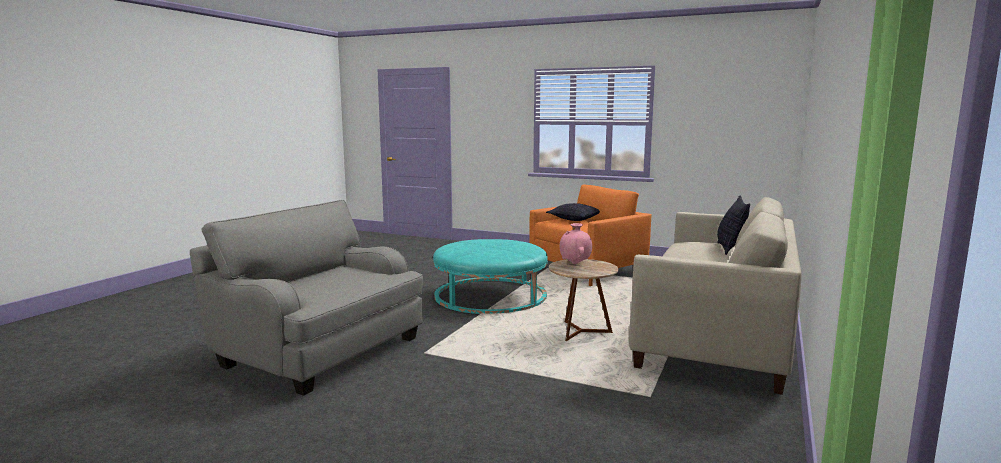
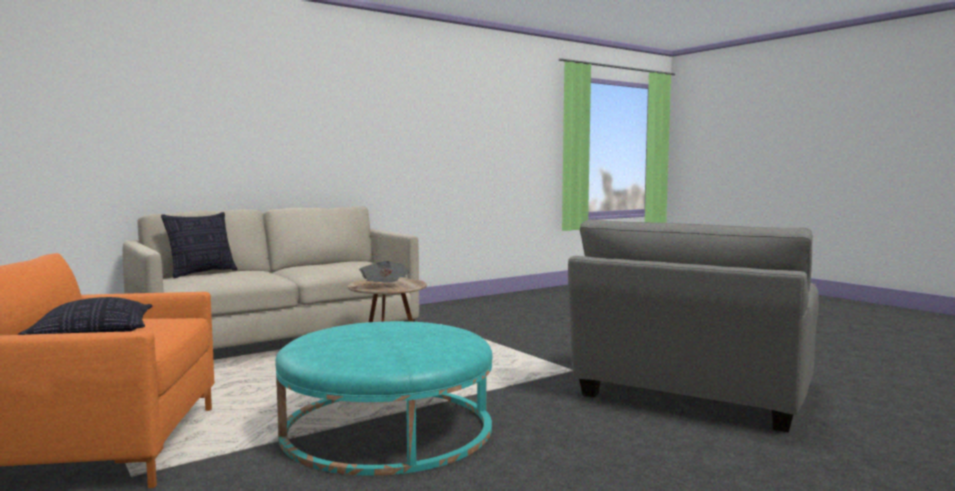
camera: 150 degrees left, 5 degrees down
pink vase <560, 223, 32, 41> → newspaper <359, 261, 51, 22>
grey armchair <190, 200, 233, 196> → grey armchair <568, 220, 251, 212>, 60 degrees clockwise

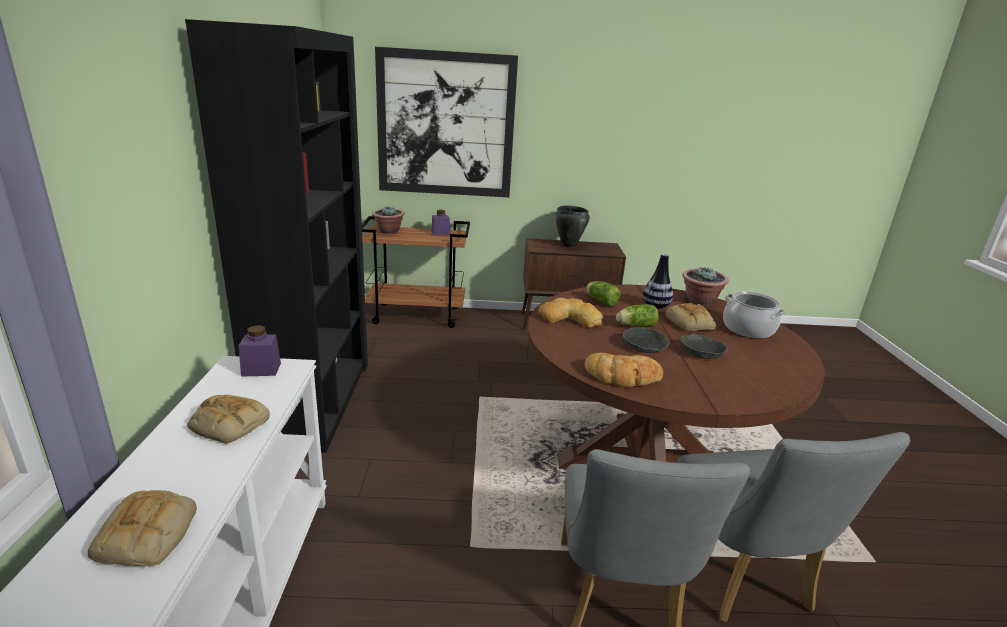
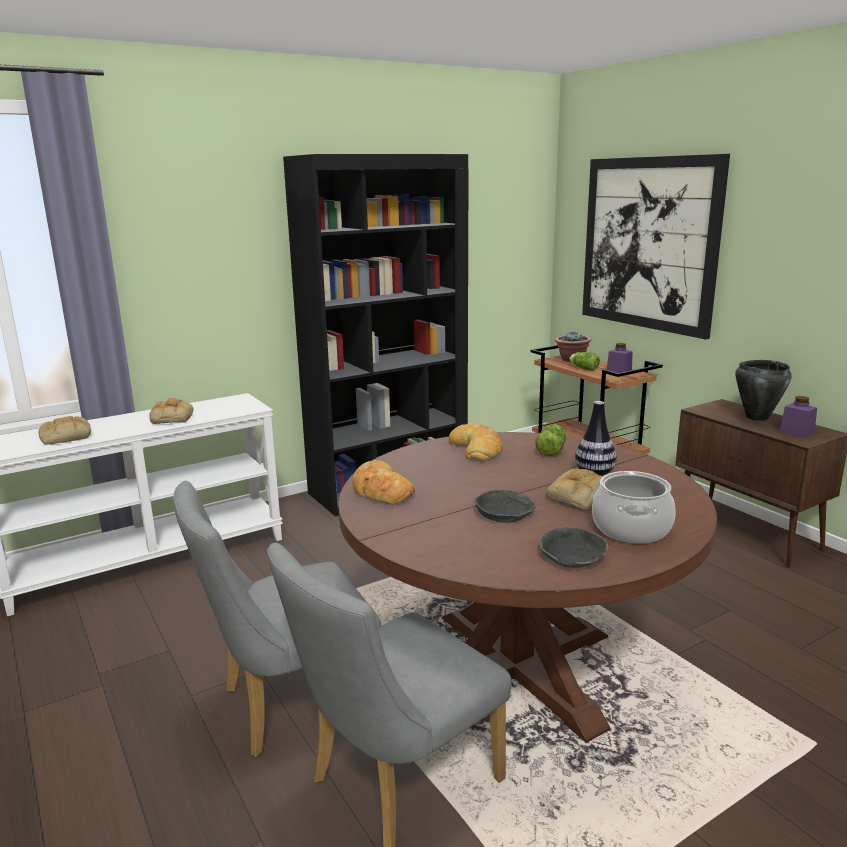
camera: 60 degrees right, 5 degrees down
houseplant <682, 267, 47, 39> → -
purplish storage jar <238, 325, 43, 52> → purplish storage jar <780, 396, 37, 41>, moved
head of lettuce <616, 304, 42, 23> → head of lettuce <570, 352, 30, 19>, moved
grey deep dish <623, 328, 47, 25> → grey deep dish <540, 527, 69, 41>, moved

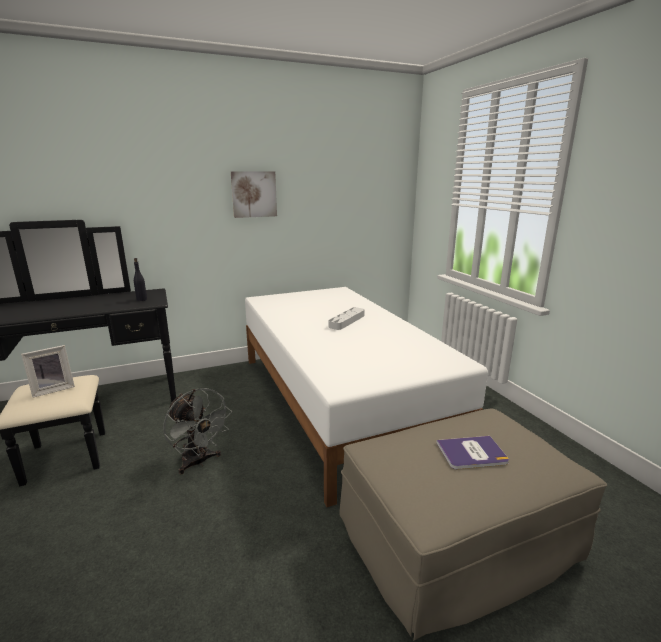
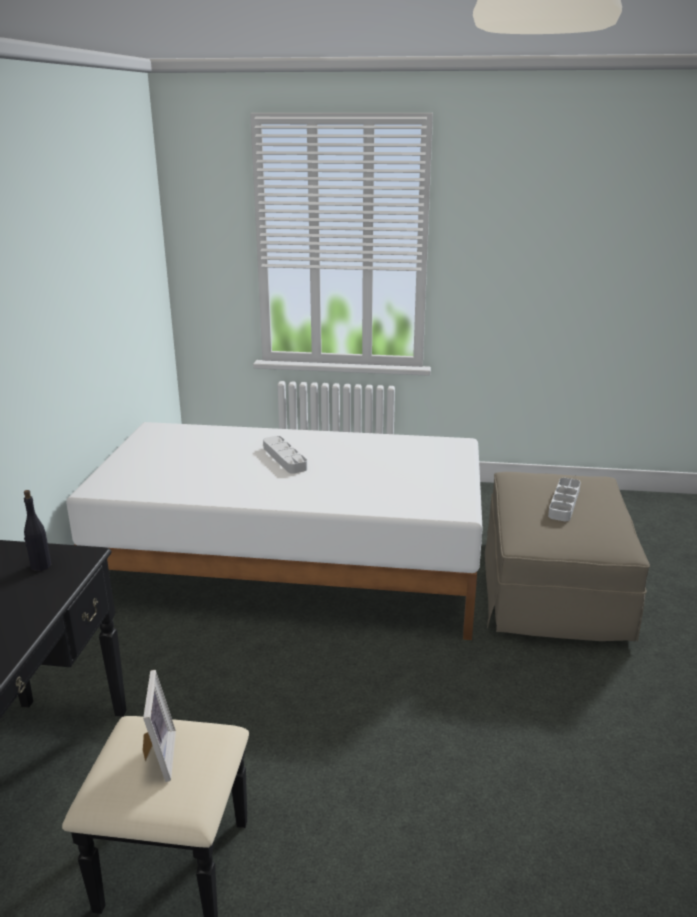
camera: 60 degrees left, 5 degrees up
grey cooling fan <163, 388, 69, 87> → -
wall art <231, 171, 46, 47> → -
bound book <436, 436, 73, 33> → grey carrying tray <548, 478, 33, 43>

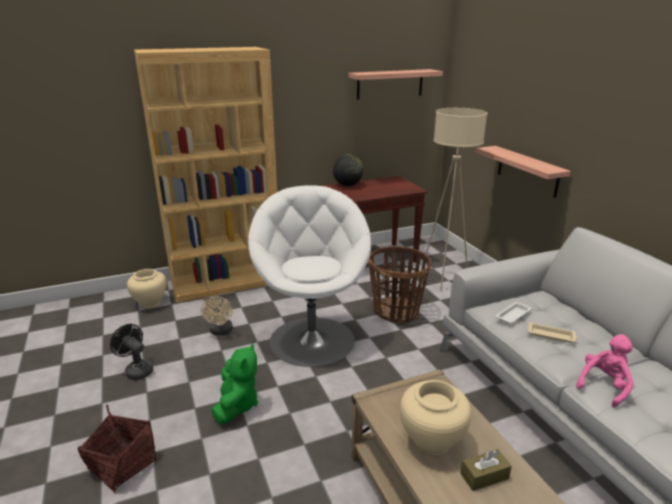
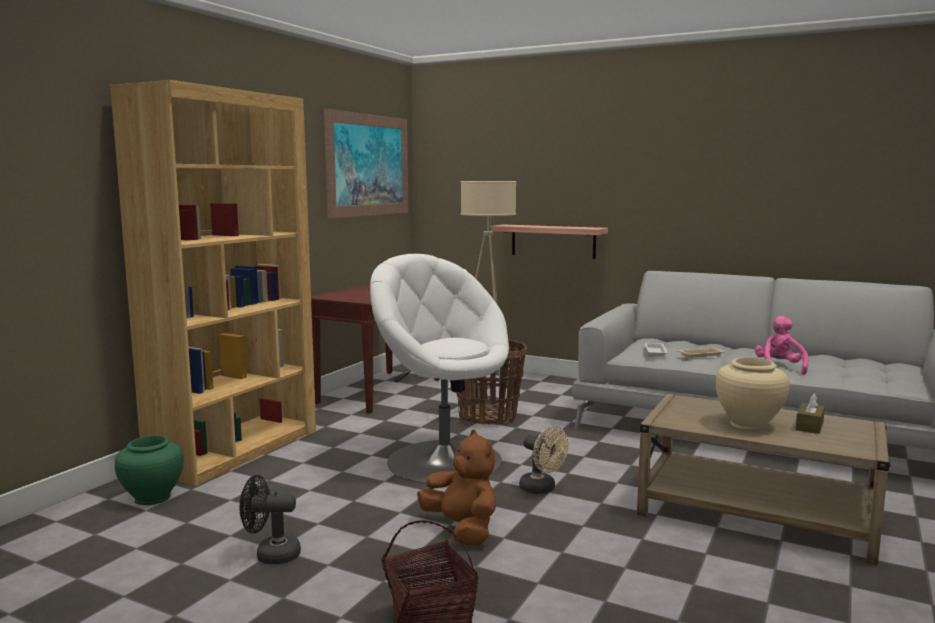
camera: 40 degrees left, 15 degrees down
globe <333, 154, 30, 32> → -
beige cooling fan <201, 296, 32, 39> → beige cooling fan <519, 426, 49, 68>, moved
shelf <348, 69, 95, 31> → wall art <324, 109, 85, 110>
beige vase <127, 269, 40, 39> → greenish vase <115, 436, 69, 69>
greenish soft toy <211, 343, 47, 81> → brownish soft toy <417, 430, 79, 116>

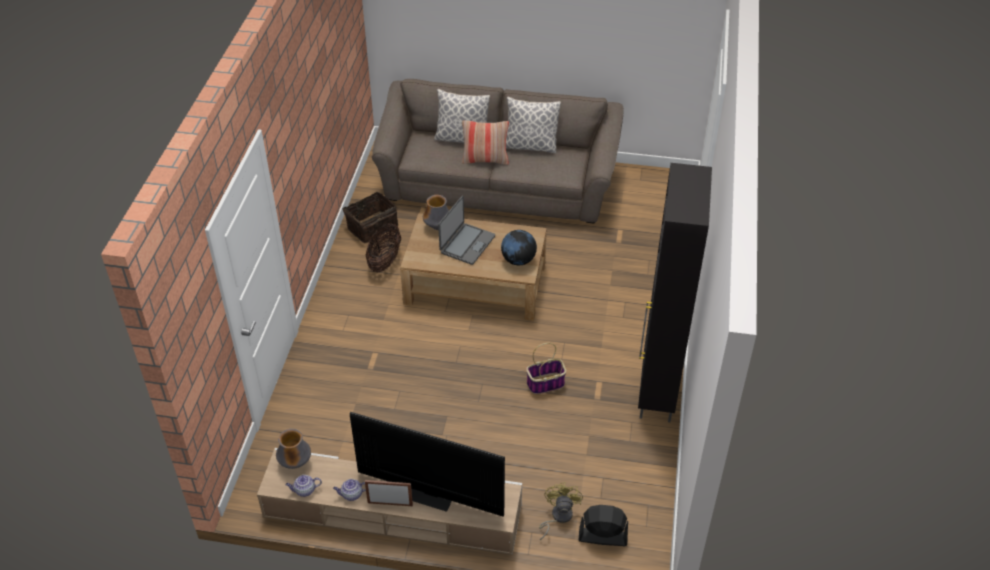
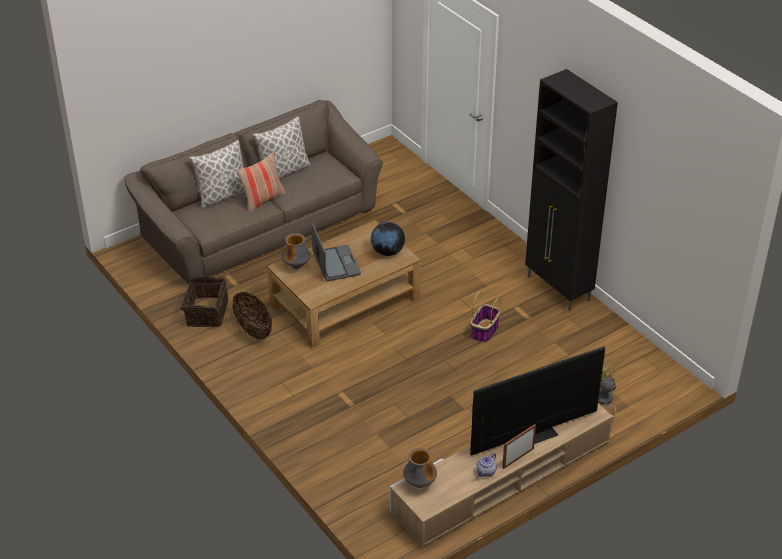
camera: 45 degrees left, 5 degrees down
pot for tea <286, 475, 36, 22> → -
blackish cooling fan <578, 505, 50, 41> → -

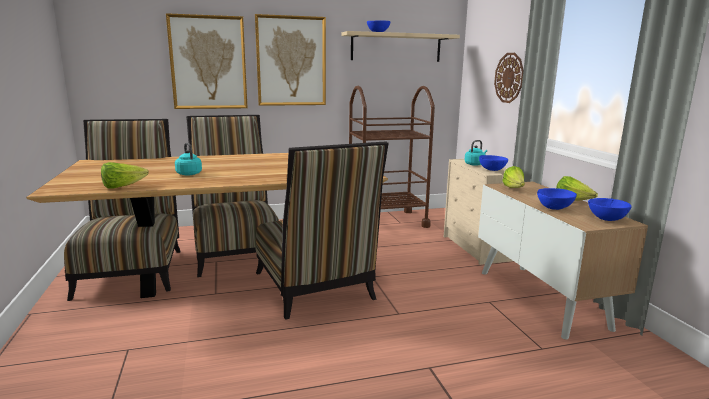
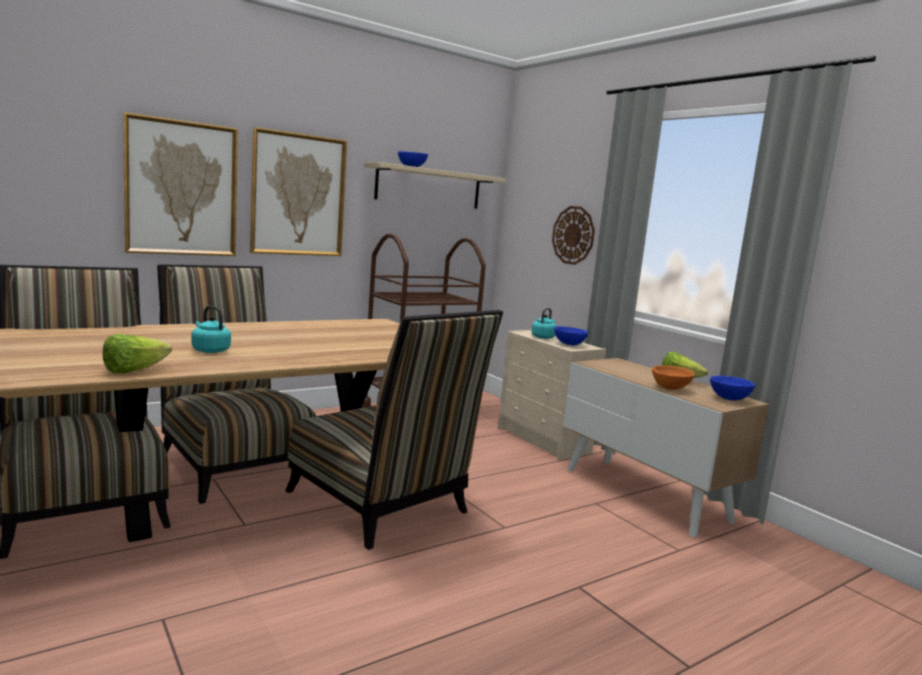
camera: 20 degrees left, 5 degrees down
head of lettuce <502, 166, 23, 22> → -
bluish deep dish <537, 188, 40, 22> → orange deep dish <652, 366, 43, 24>

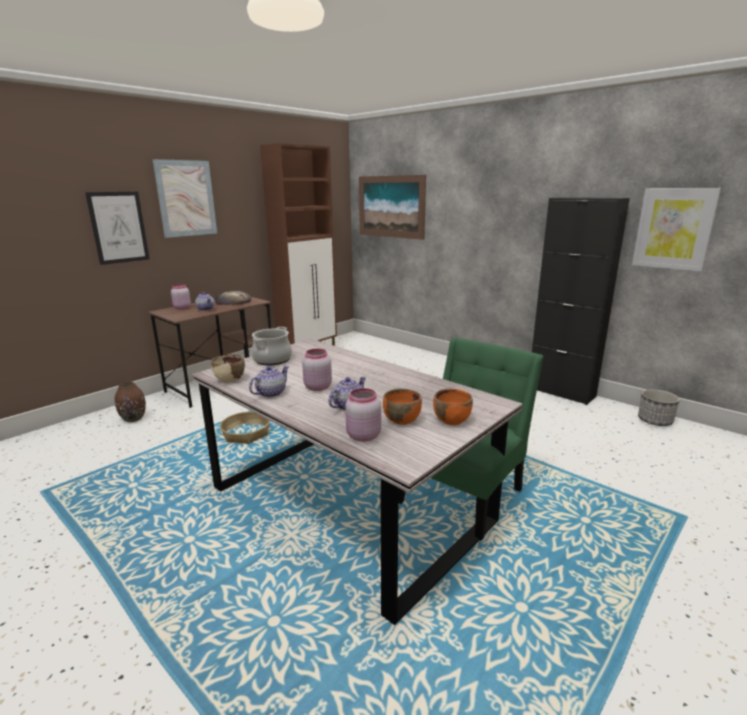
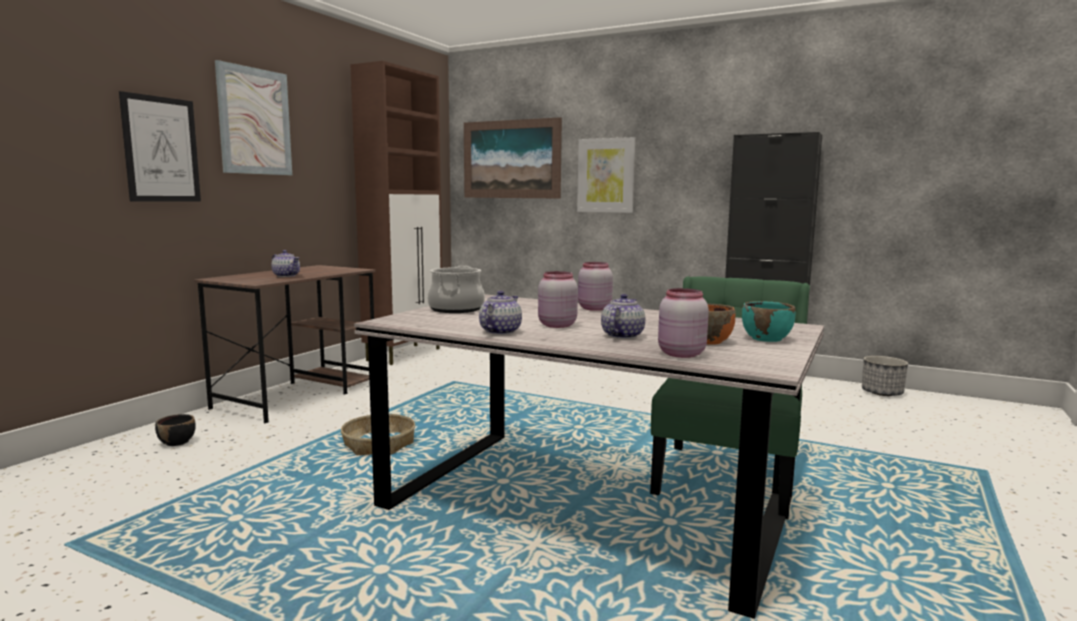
camera: 15 degrees left, 10 degrees down
beige deep dish <211, 354, 34, 29> → -
bakery bread <215, 291, 36, 14> → -
pink storage jar <171, 284, 20, 26> → pink storage jar <578, 262, 35, 49>, moved
wall art <632, 188, 89, 83> → wall art <577, 137, 58, 76>, moved
brownish vase <115, 382, 31, 40> → blackish deep dish <155, 414, 41, 32>
orange deep dish <433, 389, 40, 36> → blue-green deep dish <742, 301, 54, 41>

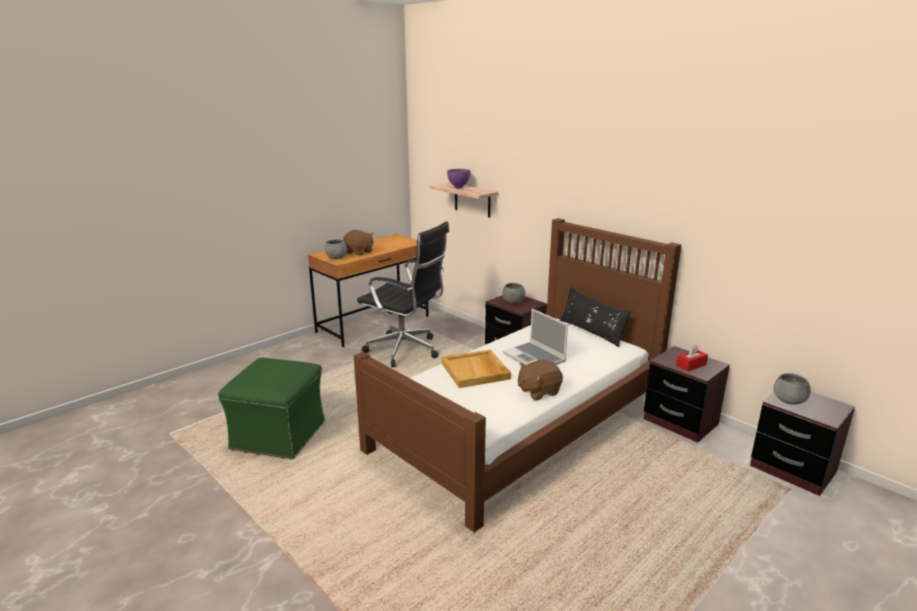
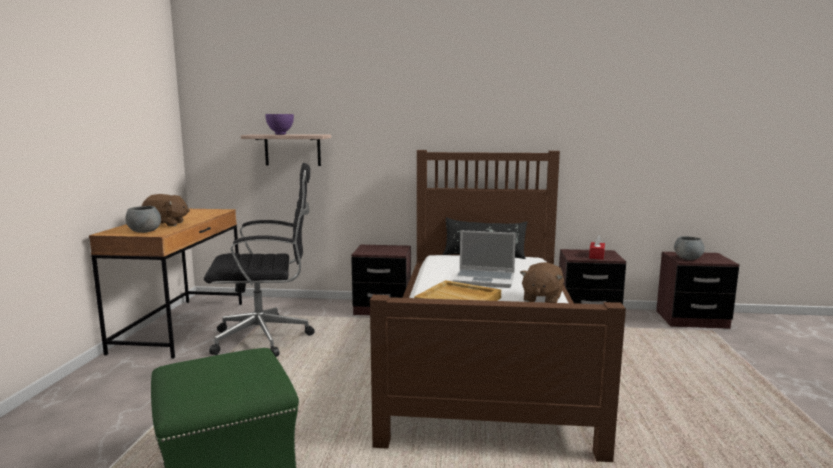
camera: 40 degrees left, 10 degrees down
grey deep dish <502, 283, 23, 21> → -

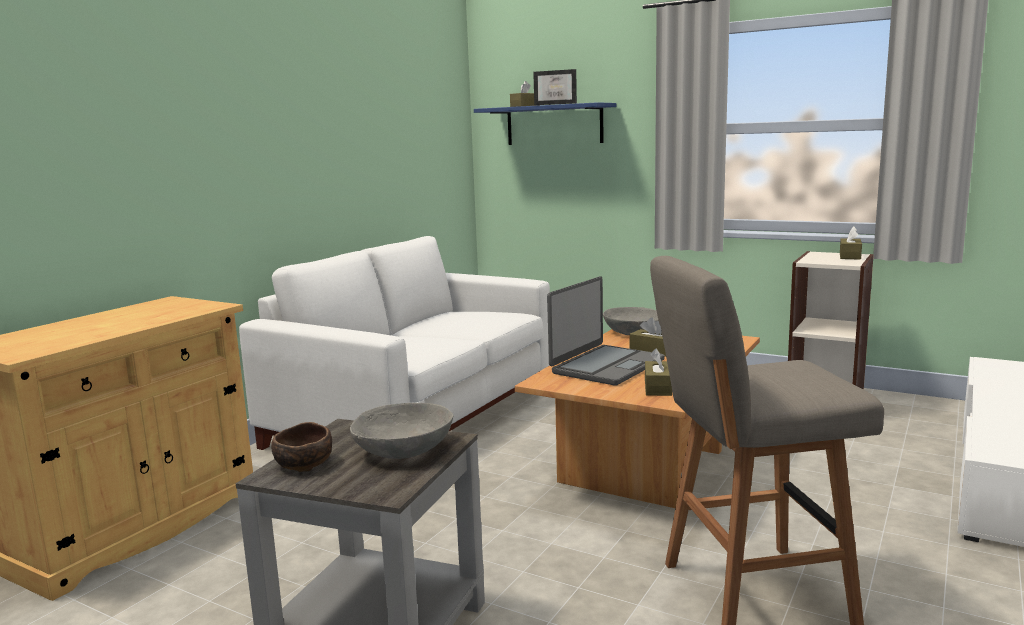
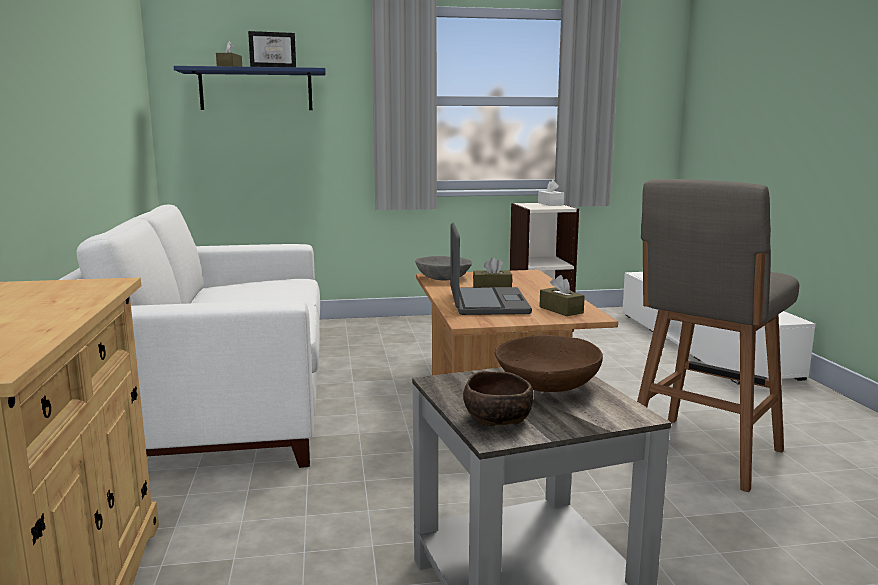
camera: 40 degrees left, 0 degrees up
grey deep dish <350, 403, 103, 56> → brownish deep dish <495, 335, 108, 57>
brownish box of tissues <840, 226, 22, 34> → whitish box of tissues <538, 180, 26, 26>

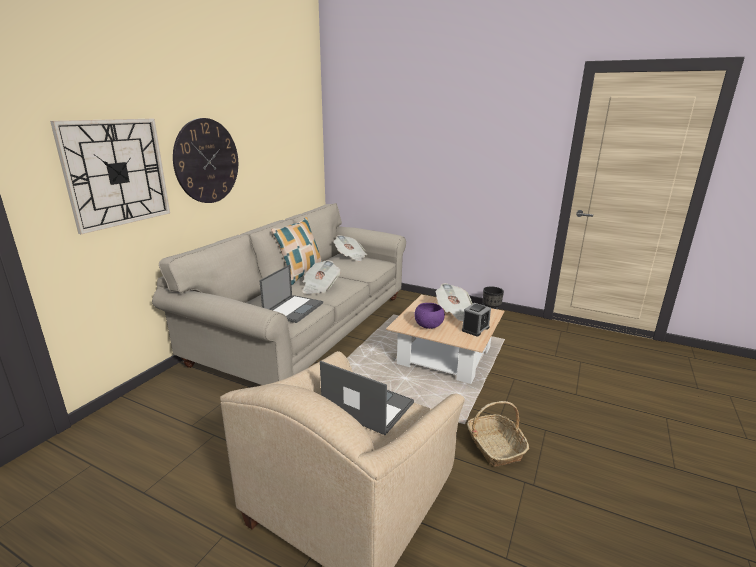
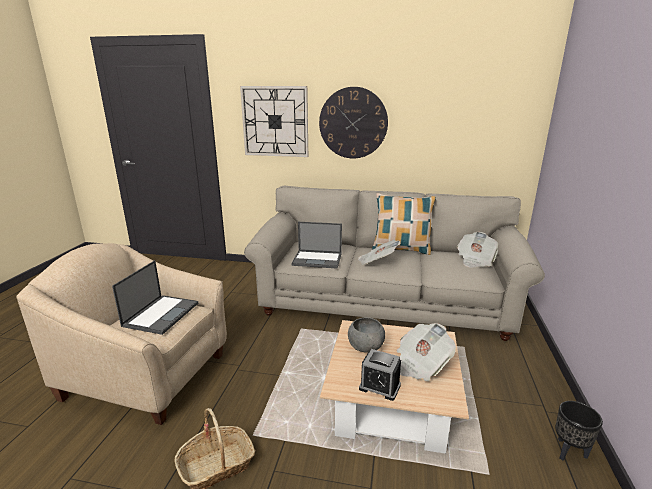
camera: 75 degrees right, 0 degrees up
purplish deep dish <415, 303, 30, 26> → grey deep dish <348, 317, 37, 36>

